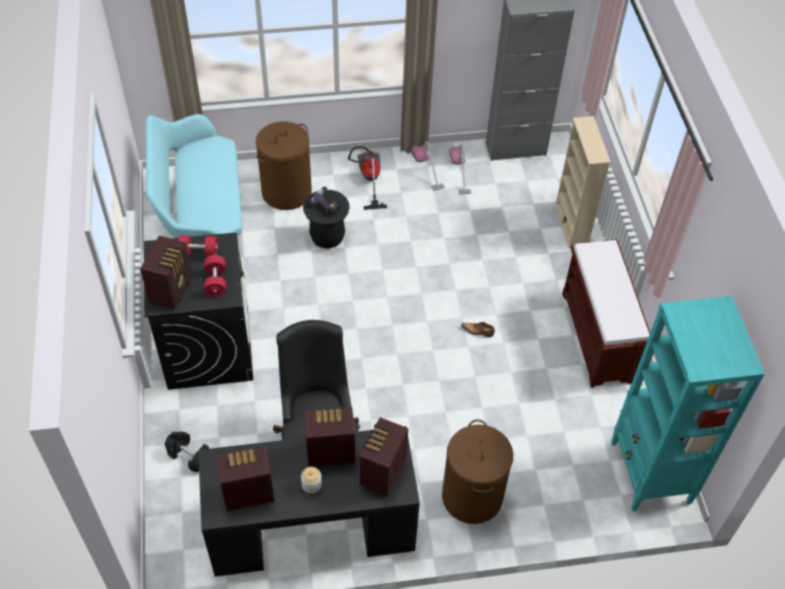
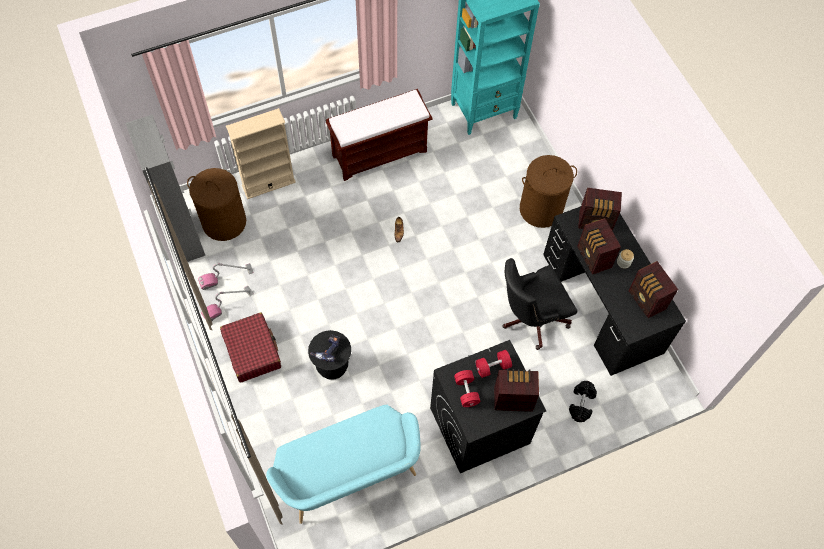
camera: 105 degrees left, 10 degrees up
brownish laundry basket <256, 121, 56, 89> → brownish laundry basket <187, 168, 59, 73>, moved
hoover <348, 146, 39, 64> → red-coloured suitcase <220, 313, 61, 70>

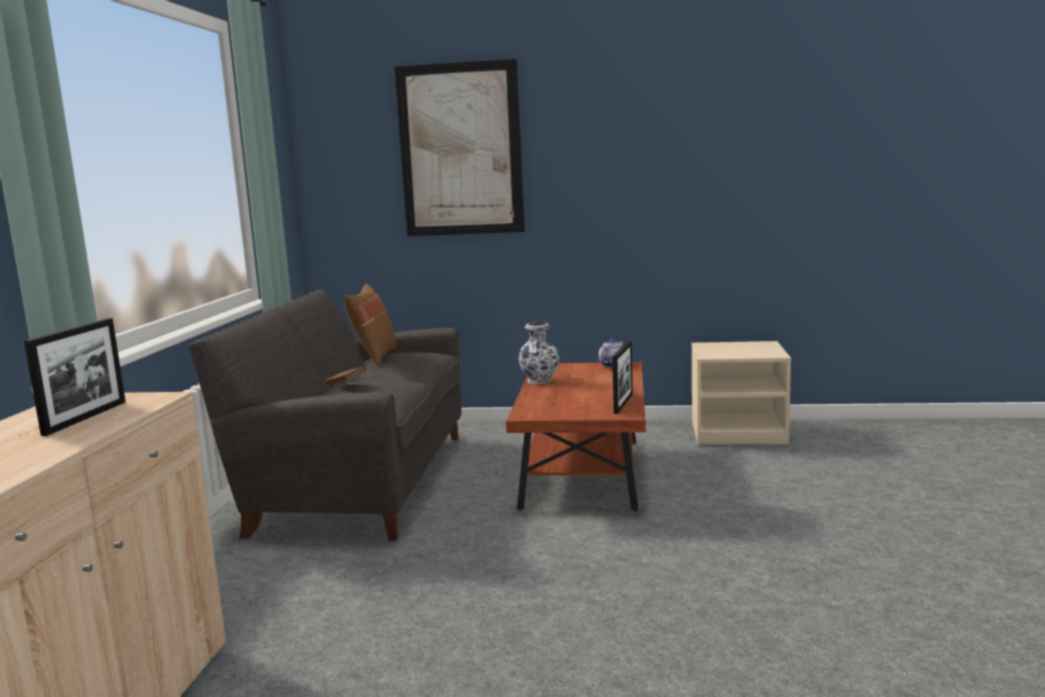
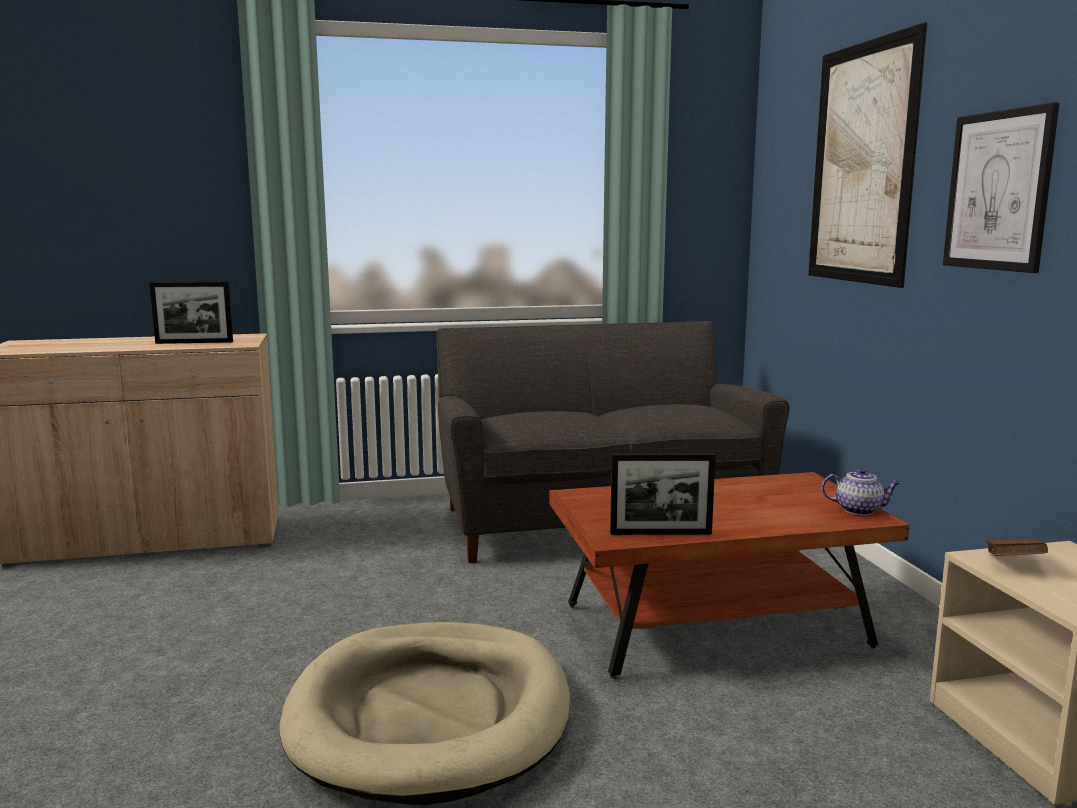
camera: 70 degrees right, 0 degrees up
brownish cushion <344, 284, 52, 82> → -
vase <518, 322, 41, 62> → -
- → beige pet bed <279, 622, 291, 183>
- → wall art <943, 102, 116, 171>
brownish bound book <323, 366, 44, 21> → brownish bound book <986, 539, 62, 17>, moved

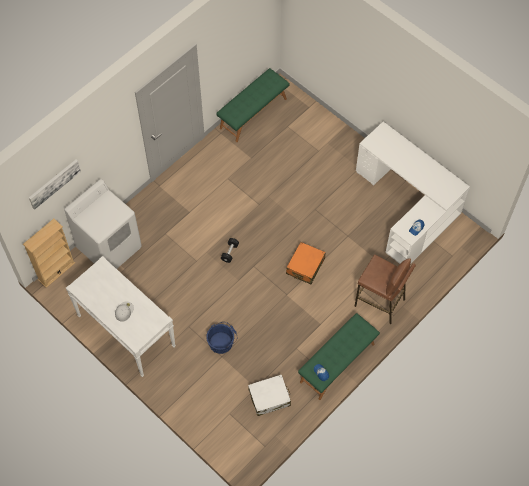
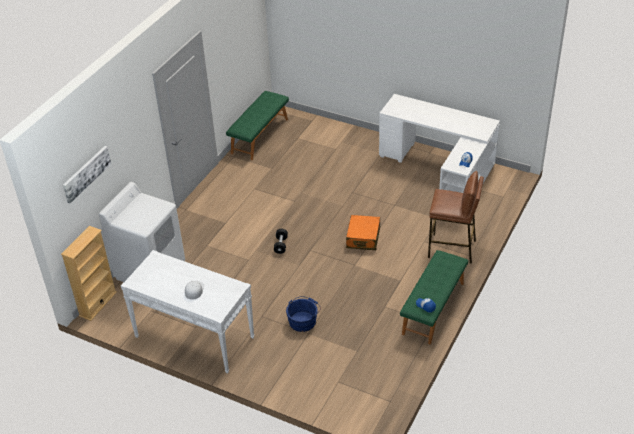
camera: 15 degrees left, 20 degrees down
whitish suitcase <248, 374, 43, 42> → -

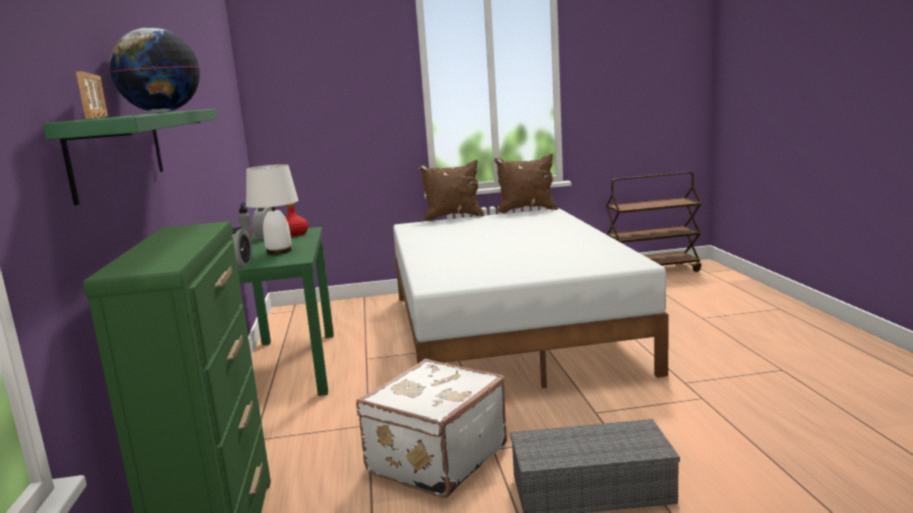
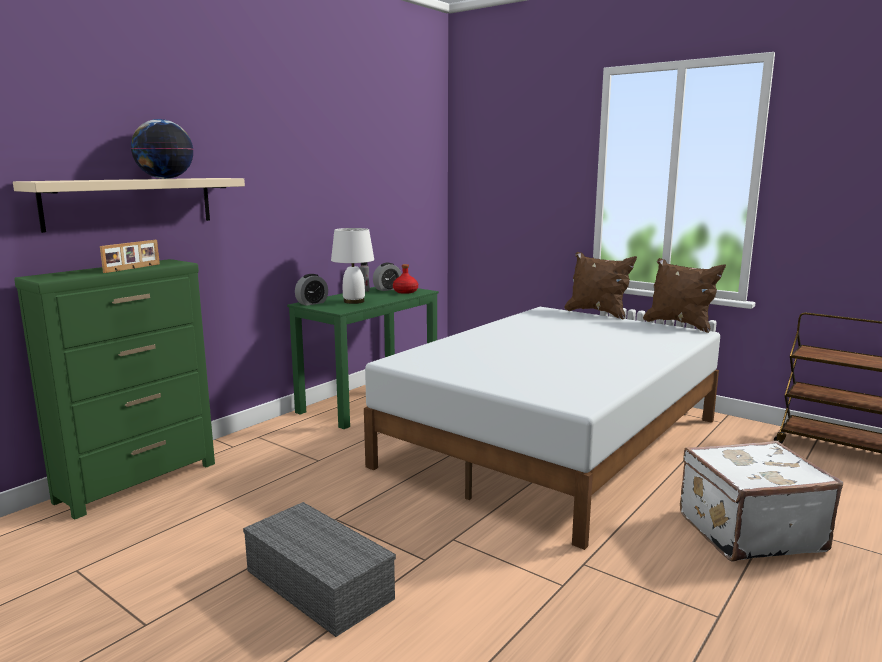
camera: 45 degrees right, 0 degrees up
picture frame <76, 71, 32, 48> → picture frame <100, 240, 60, 33>, moved
whitish suitcase <356, 359, 151, 139> → whitish suitcase <680, 441, 163, 121>, moved
greenish shelf <43, 109, 174, 96> → beige shelf <13, 178, 232, 55>

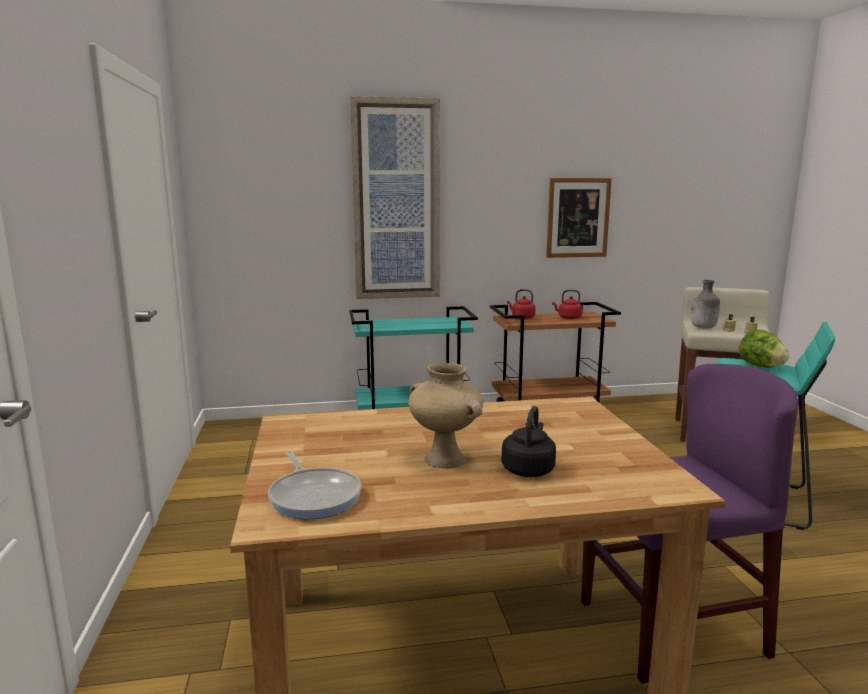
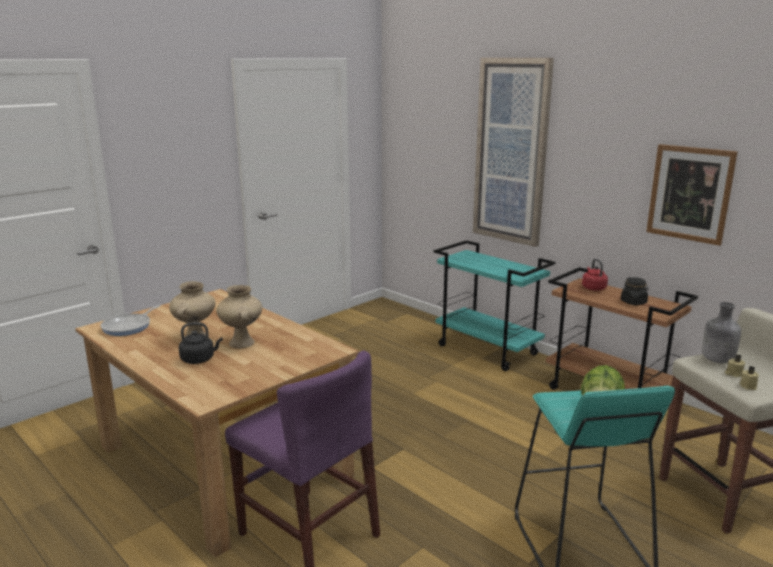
camera: 55 degrees right, 5 degrees up
- → beige vase <216, 285, 46, 64>
red-coloured kettle <552, 290, 30, 29> → blackish storage jar <621, 277, 27, 28>

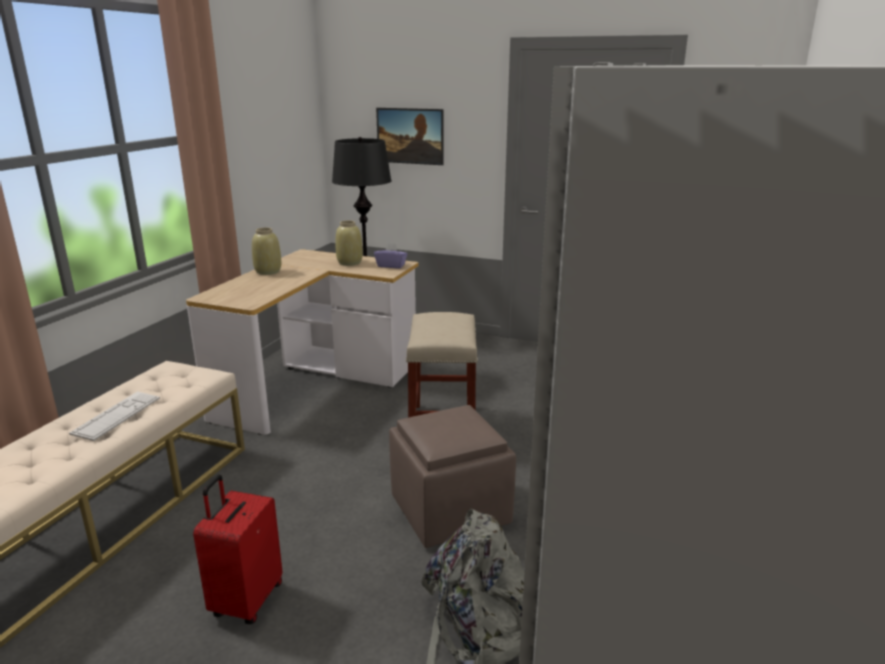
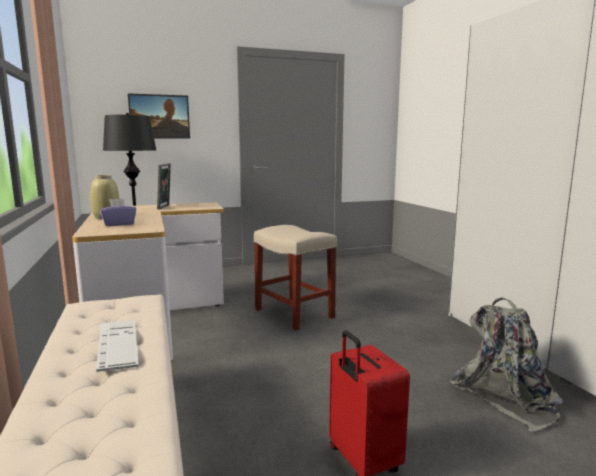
camera: 40 degrees left, 10 degrees down
brownish footrest <389, 405, 127, 143> → -
purplish box of tissues <374, 242, 33, 27> → purplish box of tissues <100, 198, 36, 28>, moved
beige vase <336, 221, 27, 45> → picture frame <157, 164, 14, 46>

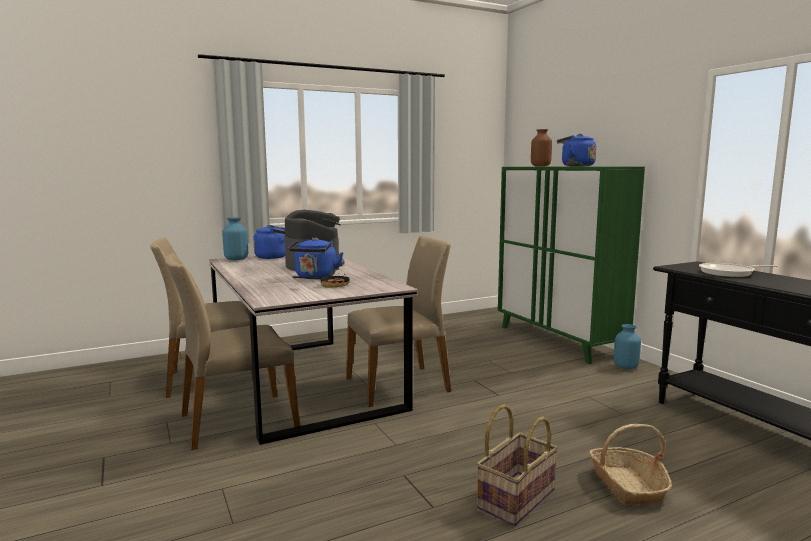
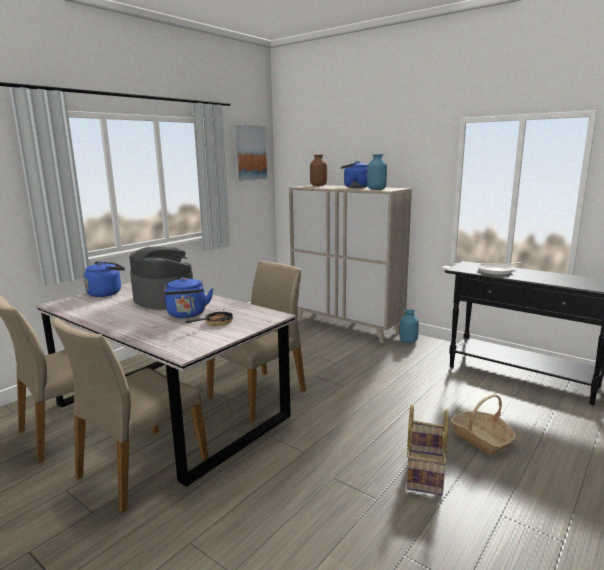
camera: 25 degrees left, 5 degrees up
- → wall art <233, 125, 35, 57>
bluish vase <222, 217, 26, 43> → bluish vase <367, 154, 20, 36>, moved
greenish cupboard <498, 167, 147, 197> → beige cupboard <289, 185, 123, 159>

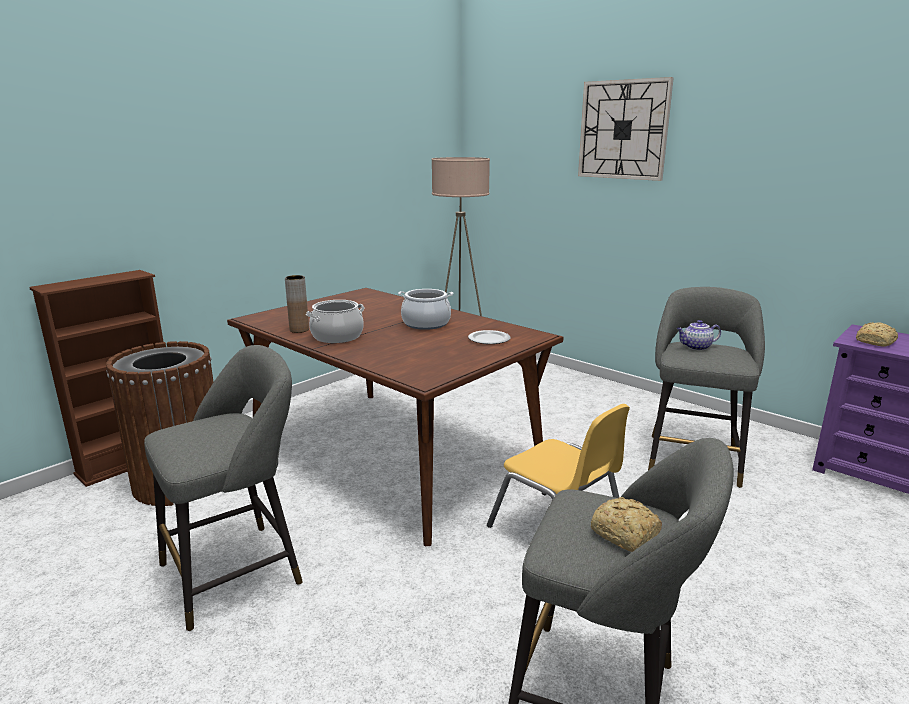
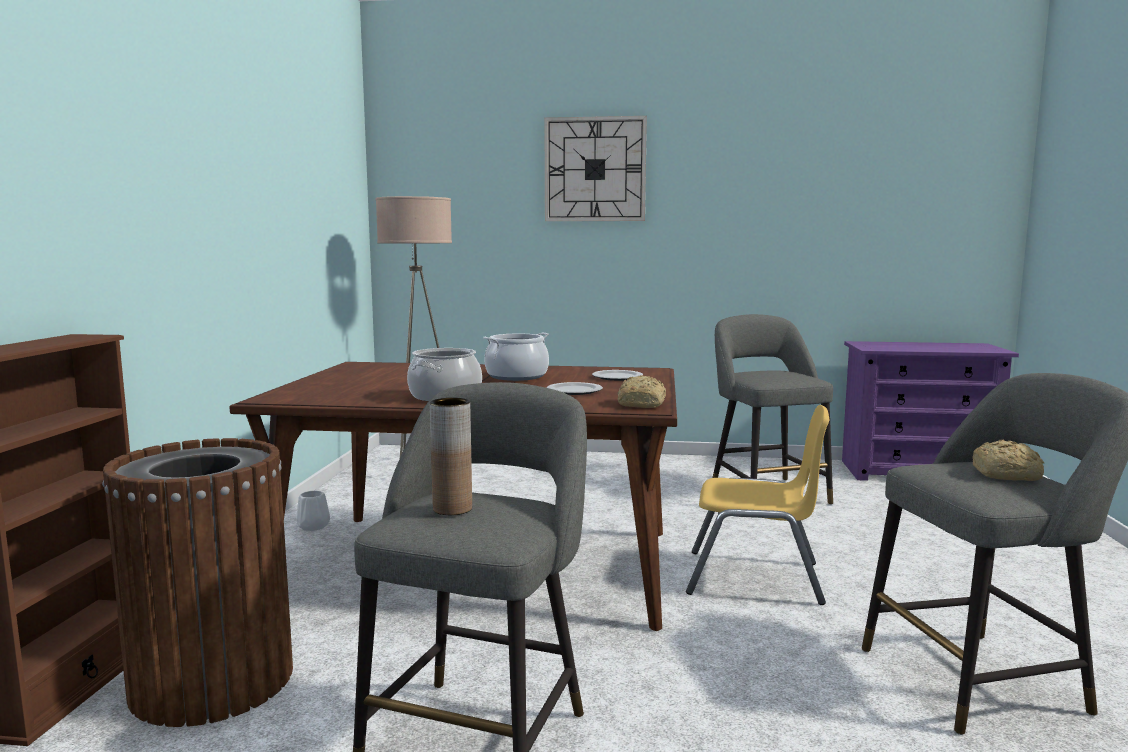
camera: 35 degrees left, 10 degrees down
pot for tea <677, 320, 44, 30> → -
- → whitish vase <297, 491, 33, 40>
- → dinner plate <547, 382, 56, 13>
brownish vase <285, 275, 24, 58> → brownish vase <430, 398, 42, 117>, moved
bakery bread <856, 322, 42, 25> → bakery bread <618, 375, 48, 33>, moved

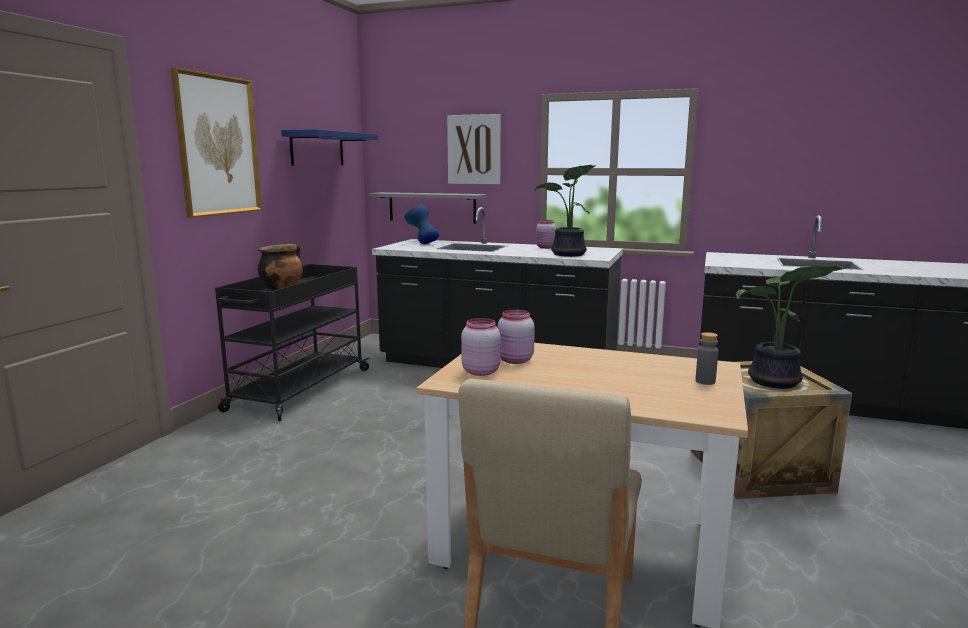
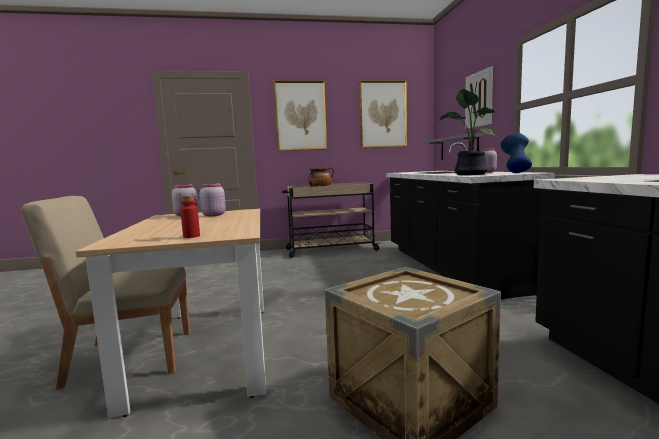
camera: 60 degrees right, 5 degrees down
houseplant <736, 266, 109, 123> → -
bluish vase <404, 205, 35, 39> → bluish vase <500, 133, 32, 40>, moved
bluish shelf <281, 129, 97, 37> → wall art <359, 80, 49, 68>
blackish wheeled cart <215, 264, 156, 157> → beige wheeled cart <281, 182, 99, 76>
grey drink bottle <695, 332, 23, 53> → red-coloured drink bottle <180, 195, 20, 43>

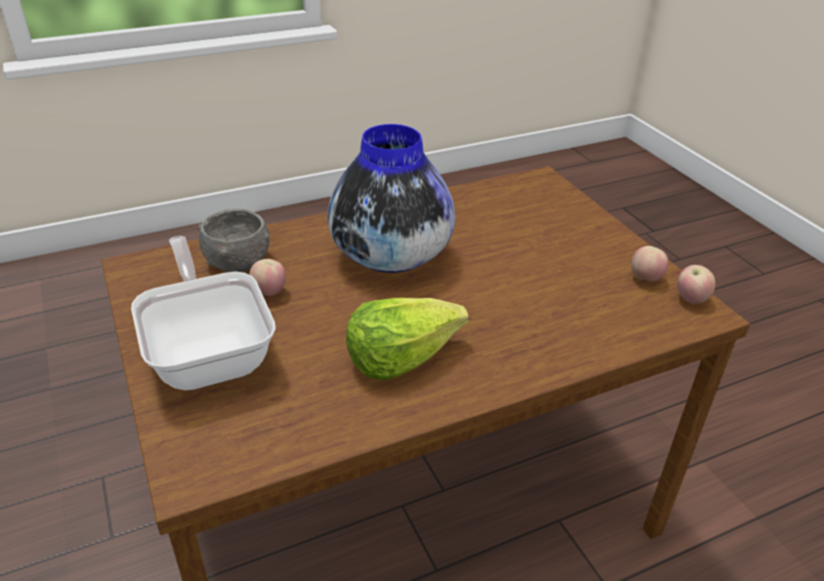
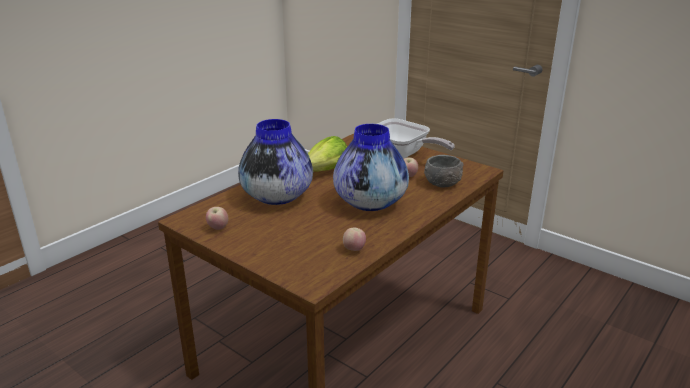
camera: 155 degrees right, 10 degrees down
- → vase <238, 119, 75, 86>
apple <677, 265, 38, 39> → apple <343, 228, 23, 23>, moved

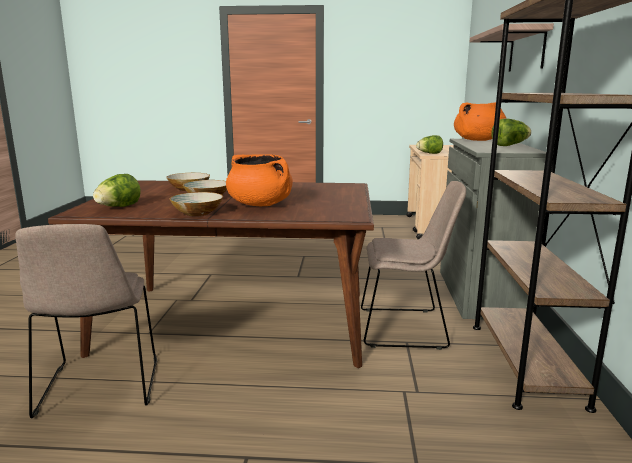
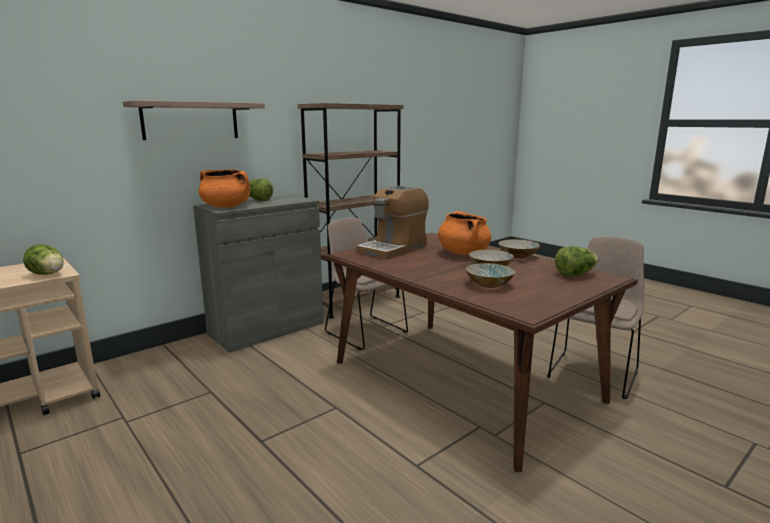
camera: 135 degrees left, 0 degrees up
- → coffee maker <356, 186, 73, 73>

